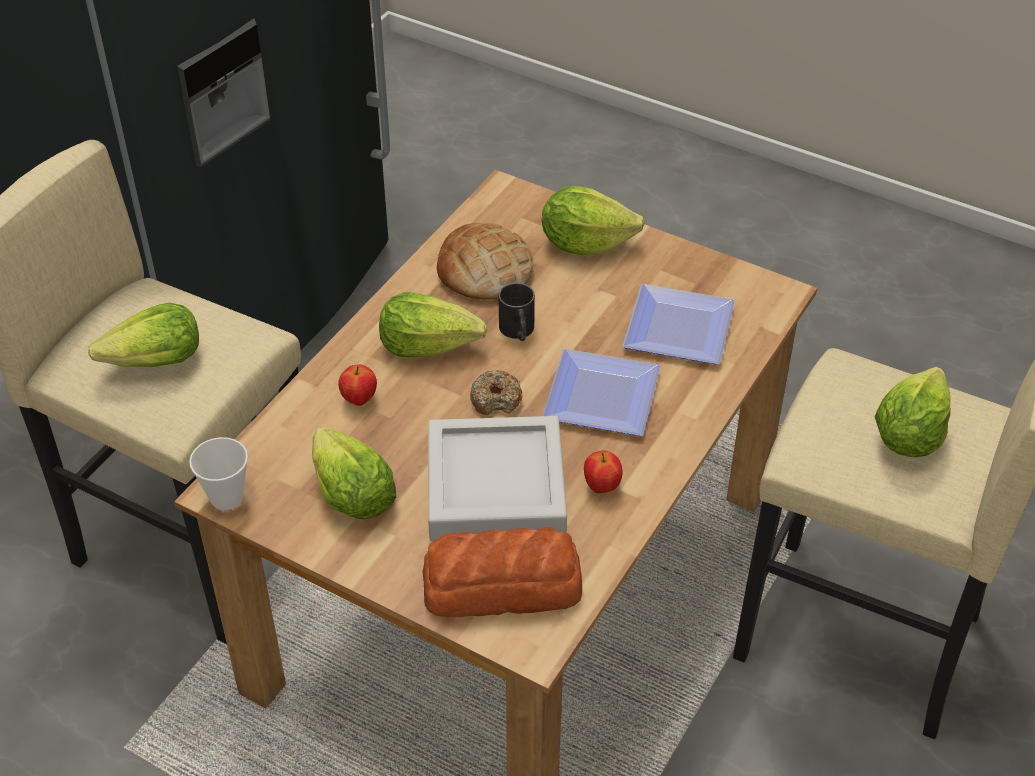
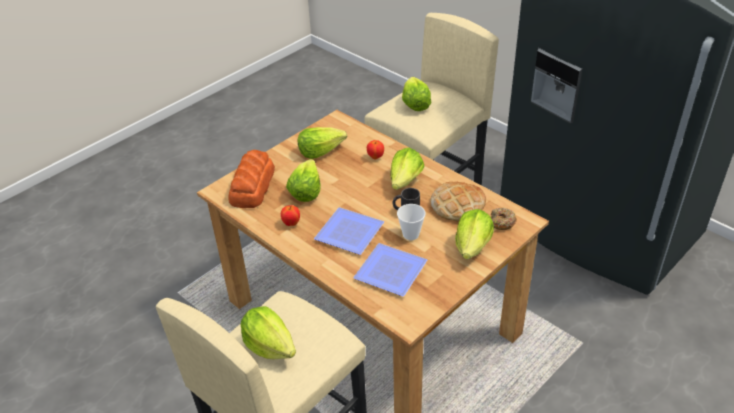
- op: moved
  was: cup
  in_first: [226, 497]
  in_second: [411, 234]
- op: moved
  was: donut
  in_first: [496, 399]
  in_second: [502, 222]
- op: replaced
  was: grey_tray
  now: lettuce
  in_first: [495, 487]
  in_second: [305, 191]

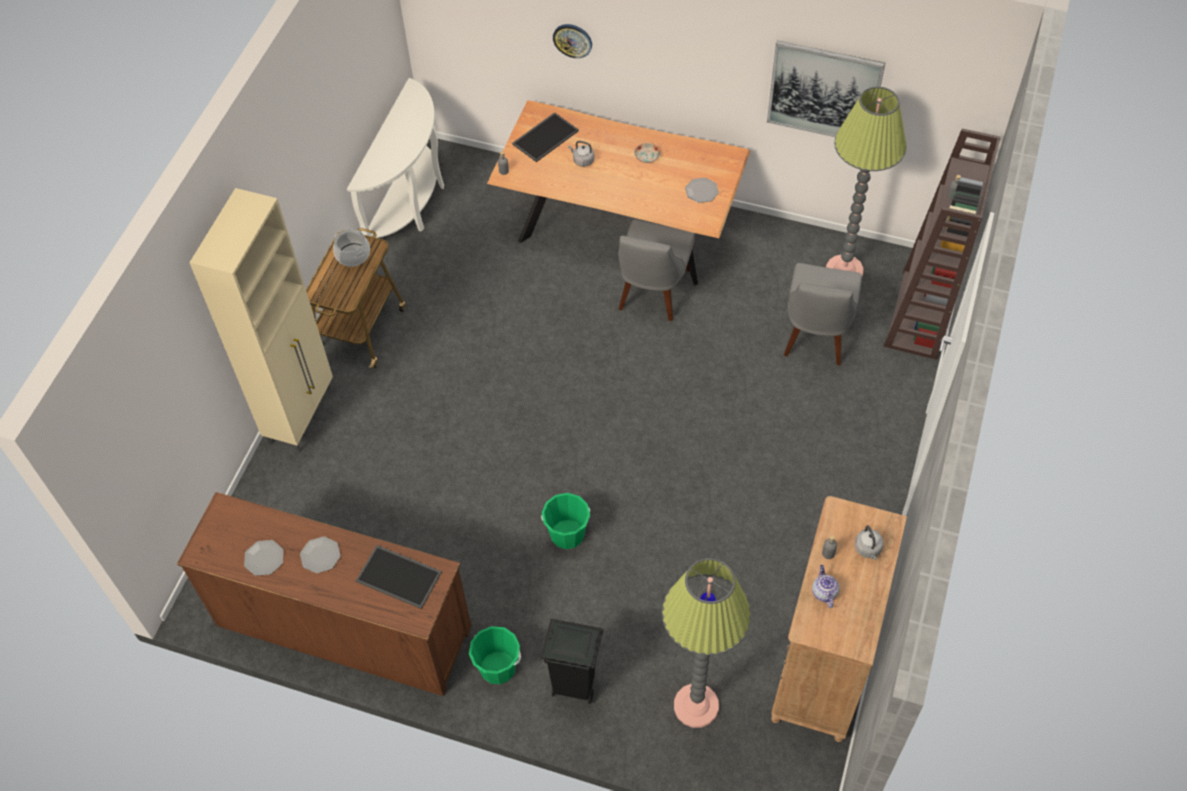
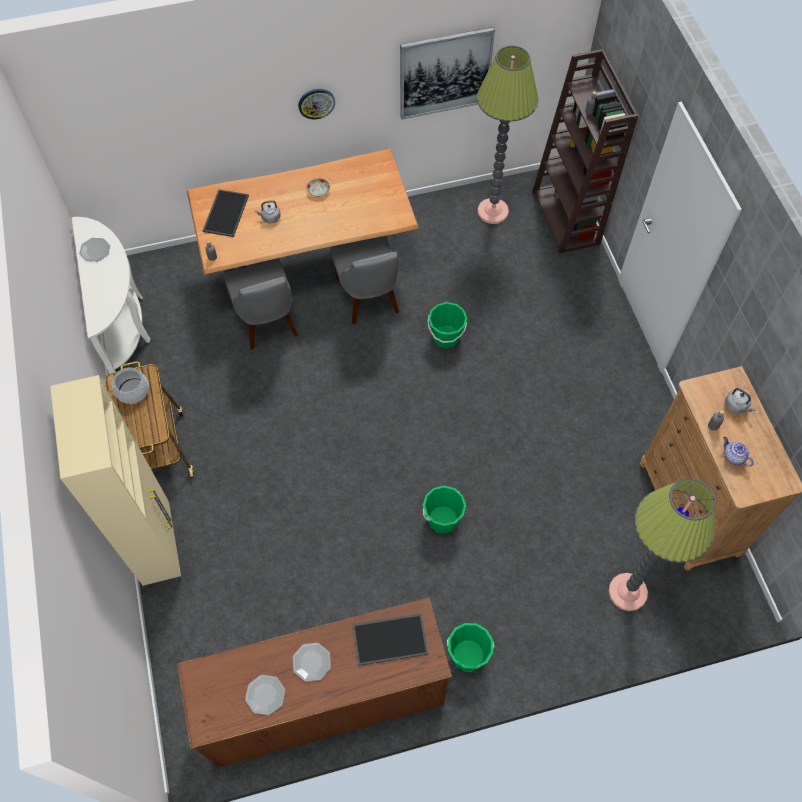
- op: removed
  was: black_trash_can
  in_first: [574, 685]
- op: added
  now: green_bucket
  in_second: [446, 337]
- op: moved
  was: wall_clock
  in_first: [572, 40]
  in_second: [316, 103]
- op: moved
  was: plate
  in_first: [701, 191]
  in_second: [95, 250]
- op: moved
  was: grey_chair
  in_first: [816, 336]
  in_second: [267, 322]

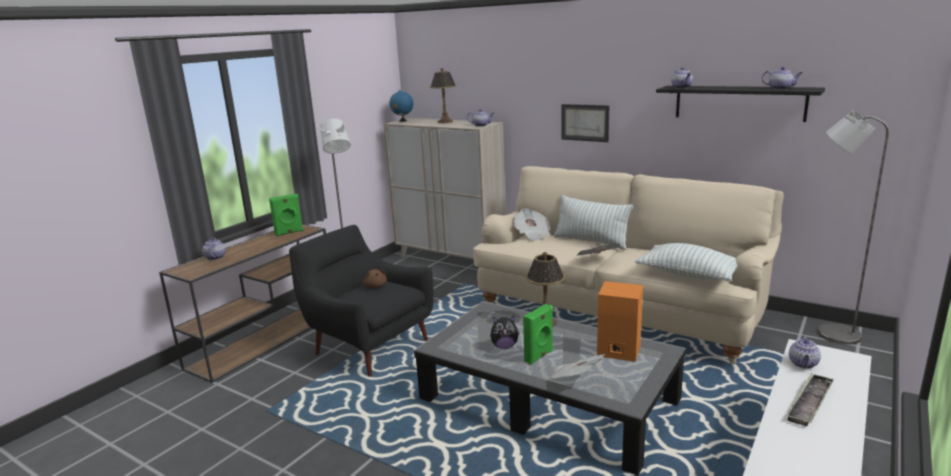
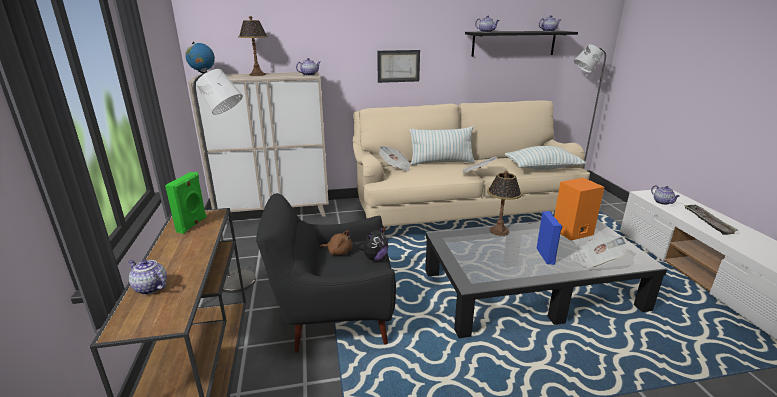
- op: moved
  was: plush_toy
  in_first: [504, 346]
  in_second: [374, 258]
- op: recoloured
  was: green_speaker
  now: blue_speaker
  in_first: [539, 356]
  in_second: [546, 256]

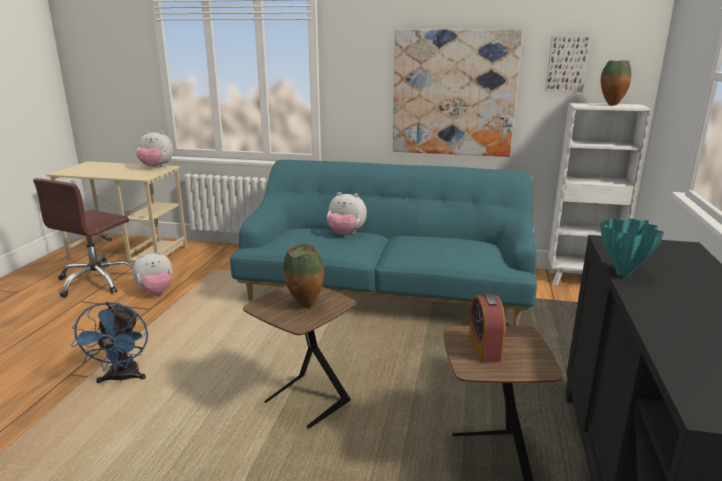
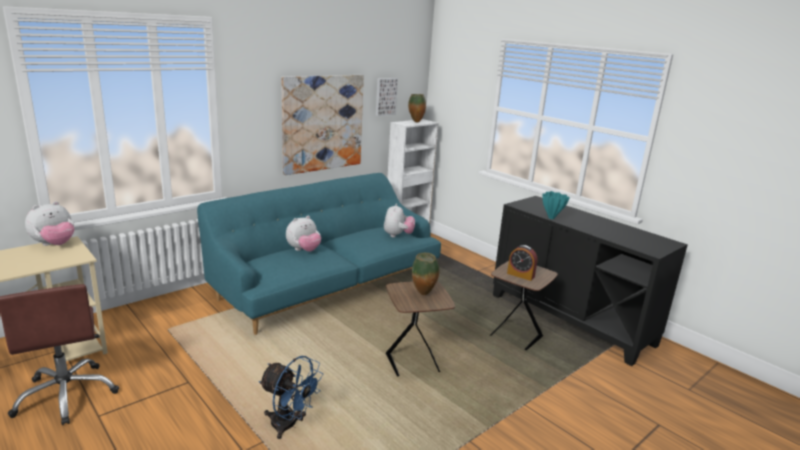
- op: moved
  was: plush_toy
  in_first: [156, 291]
  in_second: [398, 235]

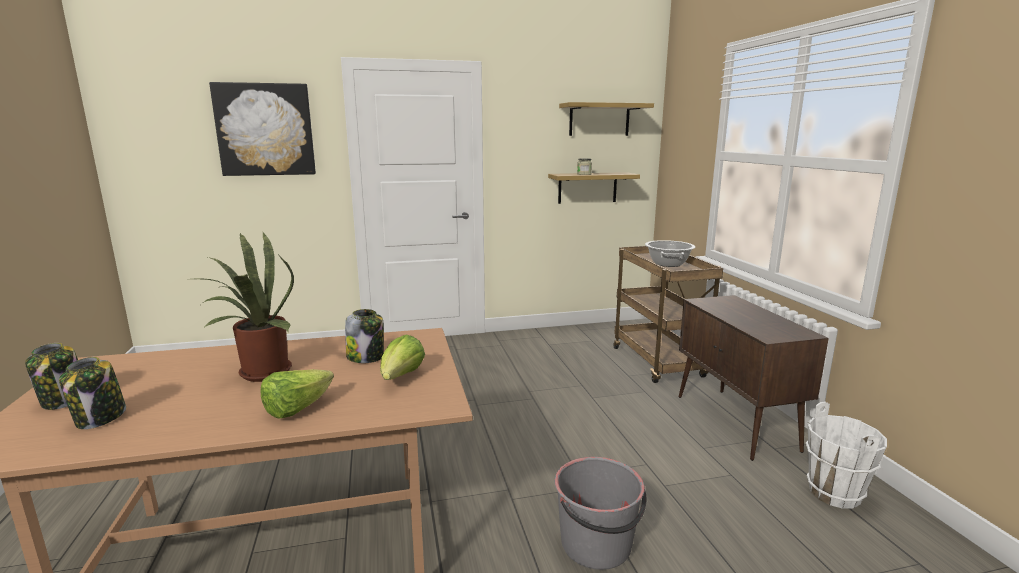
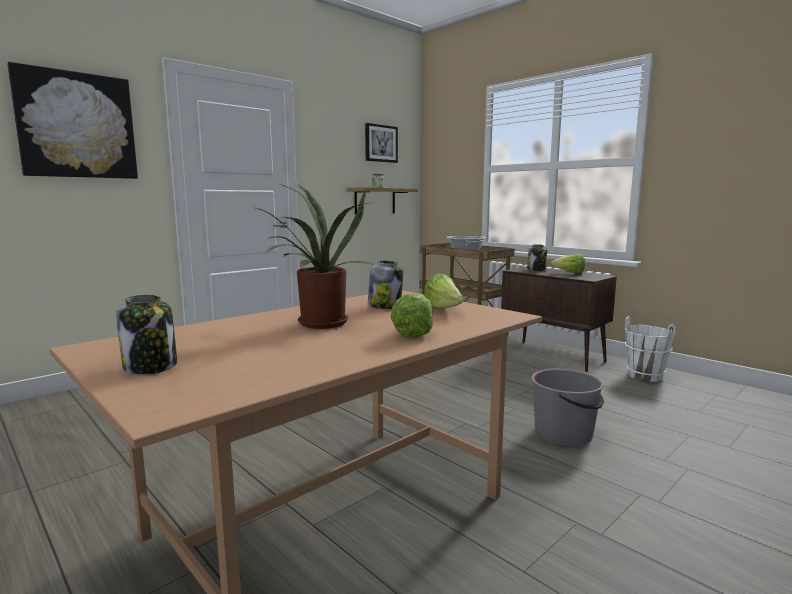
- op: added
  now: lettuce
  in_second: [570, 273]
- op: moved
  was: jar
  in_first: [100, 418]
  in_second: [536, 270]
- op: replaced
  was: shelf
  now: picture
  in_first: [599, 120]
  in_second: [380, 143]

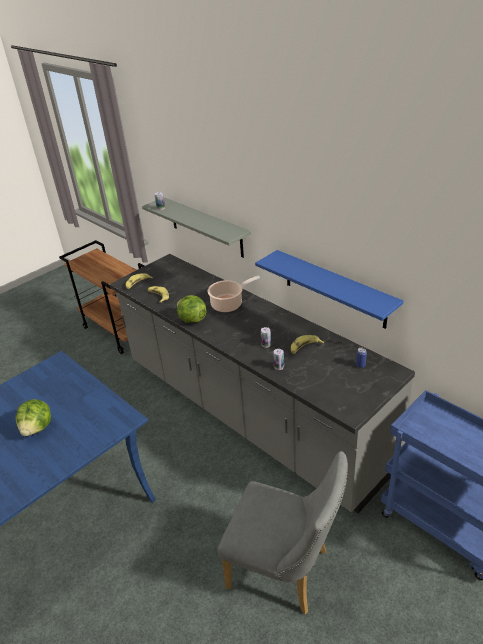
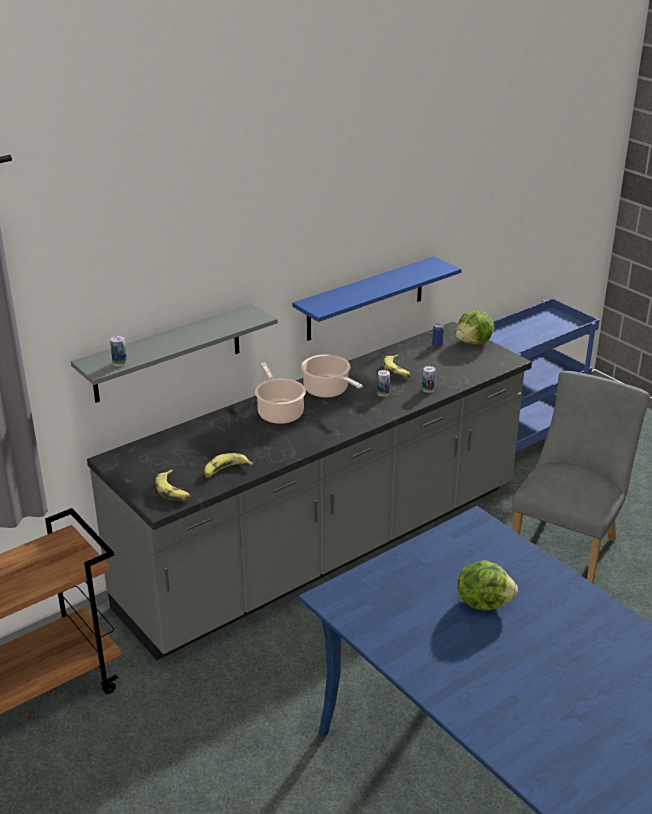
- op: added
  now: cooking_pot
  in_second: [328, 390]
- op: moved
  was: lettuce
  in_first: [192, 320]
  in_second: [474, 343]

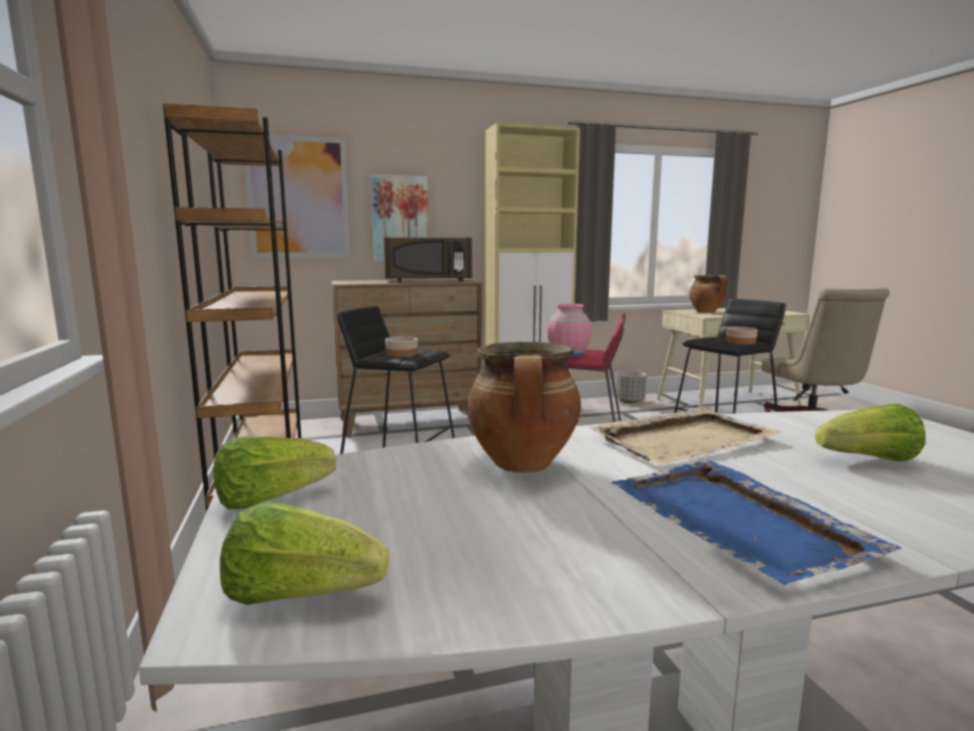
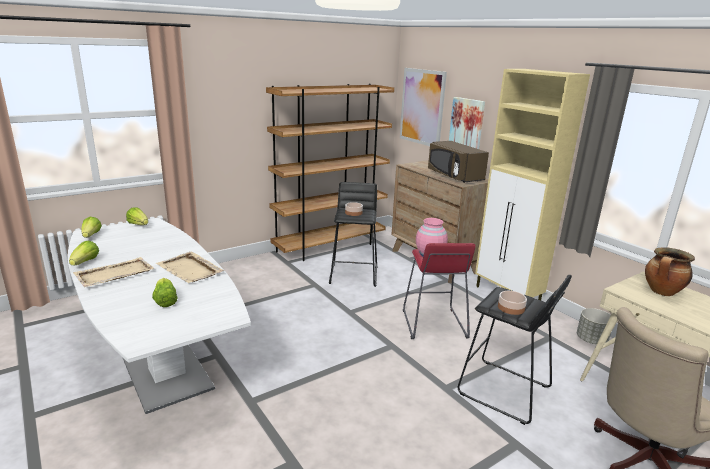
- op: removed
  was: cooking_pot
  in_first: [524, 465]
- op: added
  now: lettuce
  in_second: [85, 262]
- op: recoloured
  was: blue_tray
  now: beige_tray
  in_first: [738, 523]
  in_second: [114, 274]

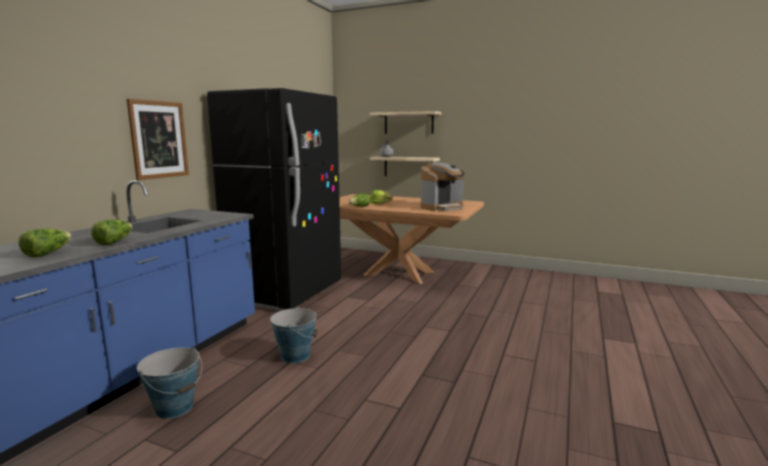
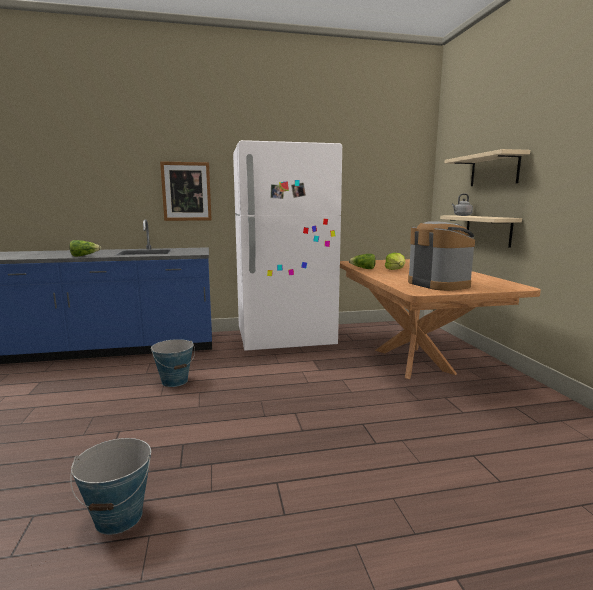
- op: removed
  was: lettuce
  in_first: [47, 253]
- op: moved
  was: bucket
  in_first: [174, 407]
  in_second: [119, 517]
- op: recoloured
  was: black_fridge
  now: white_fridge
  in_first: [286, 292]
  in_second: [285, 339]
- op: turned
  was: coffee_machine
  in_first: [442, 207]
  in_second: [438, 284]
  clockwise: -135

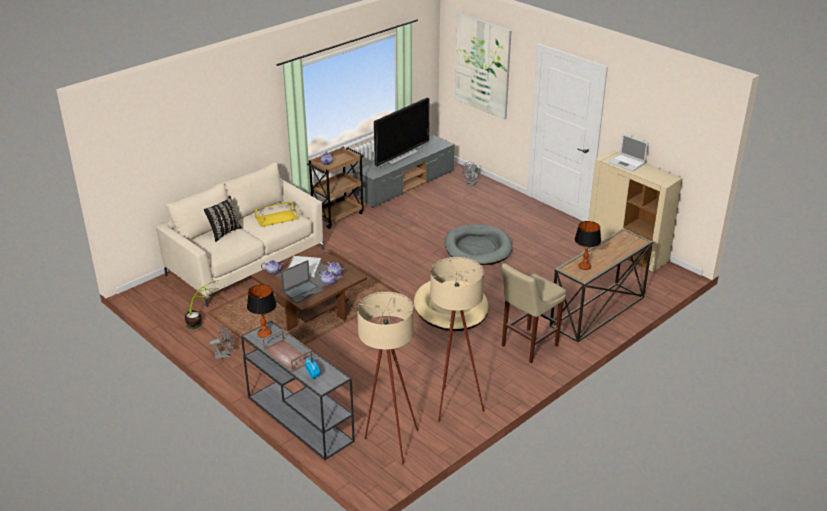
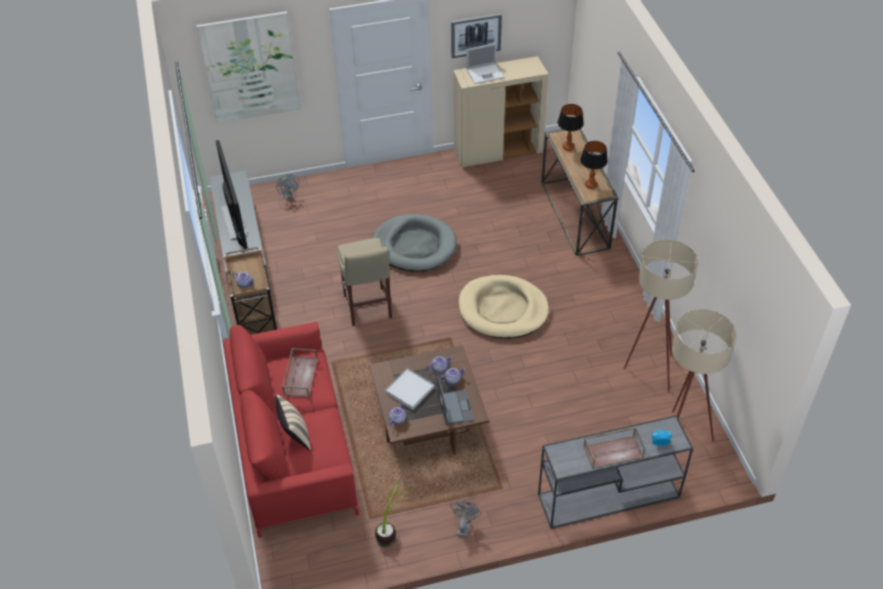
- op: added
  now: picture
  in_second: [476, 35]
- op: moved
  was: table_lamp
  in_first: [264, 334]
  in_second: [568, 147]
- op: moved
  was: beige_stool
  in_first: [527, 346]
  in_second: [368, 308]
- op: recoloured
  was: beige_sofa
  now: red_sofa
  in_first: [246, 263]
  in_second: [293, 448]
- op: recoloured
  was: black_pillow
  now: beige_pillow
  in_first: [224, 232]
  in_second: [295, 435]
- op: recoloured
  was: yellow_tray
  now: brown_tray
  in_first: [276, 218]
  in_second: [300, 376]

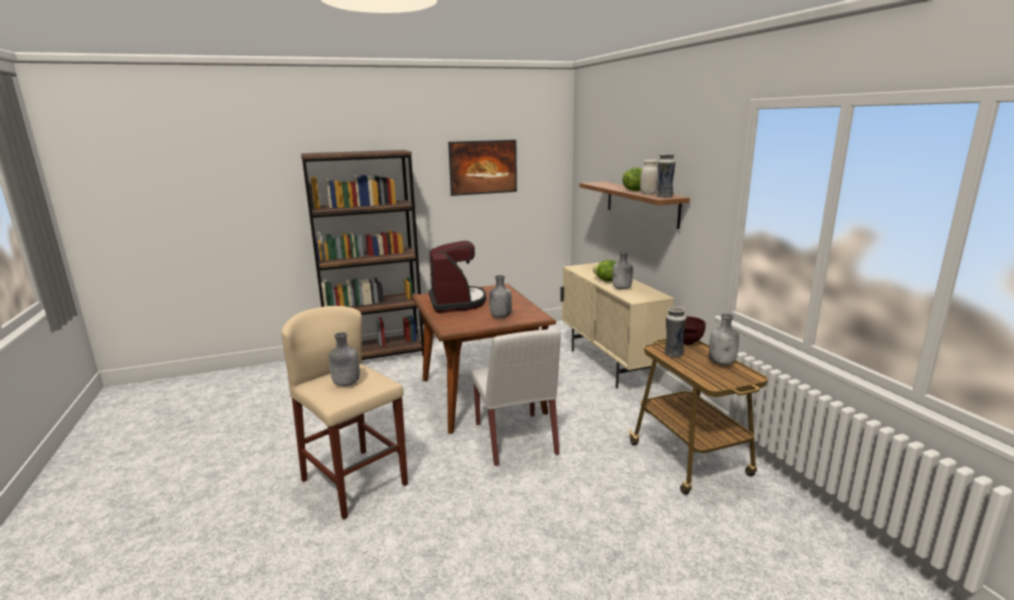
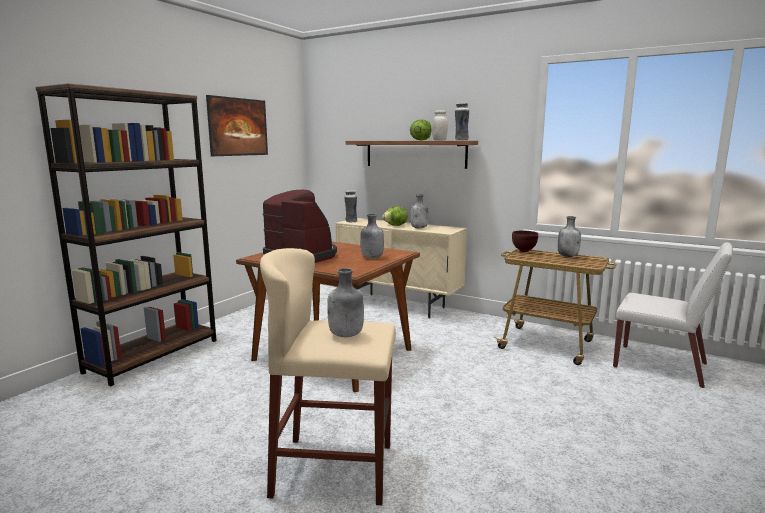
- op: moved
  was: white_chair
  in_first: [516, 439]
  in_second: [661, 366]
- op: moved
  was: vase
  in_first: [673, 354]
  in_second: [351, 221]

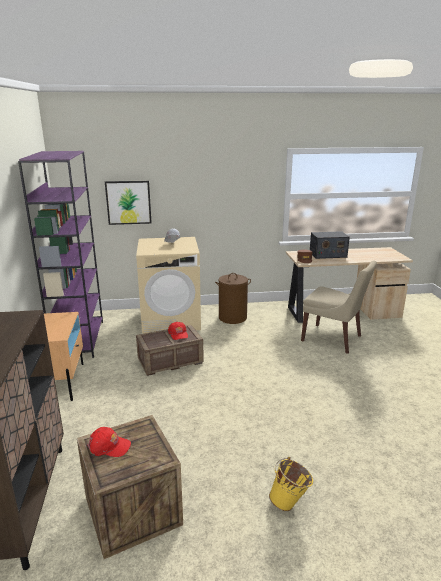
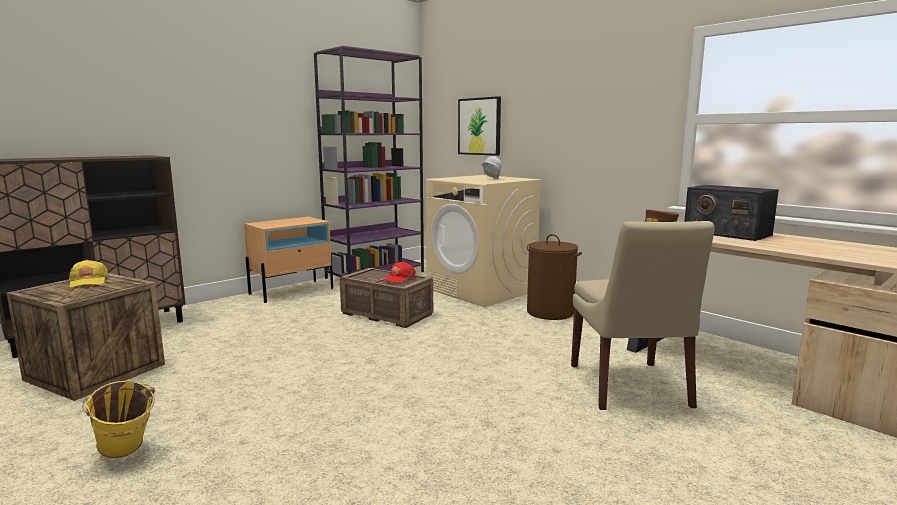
- op: recoloured
  was: red_cap
  now: yellow_cap
  in_first: [109, 446]
  in_second: [88, 281]

